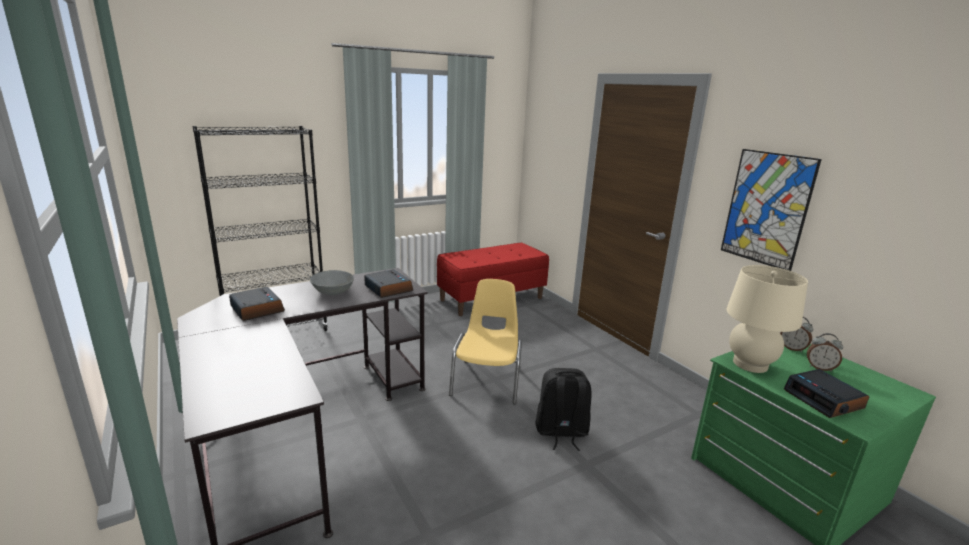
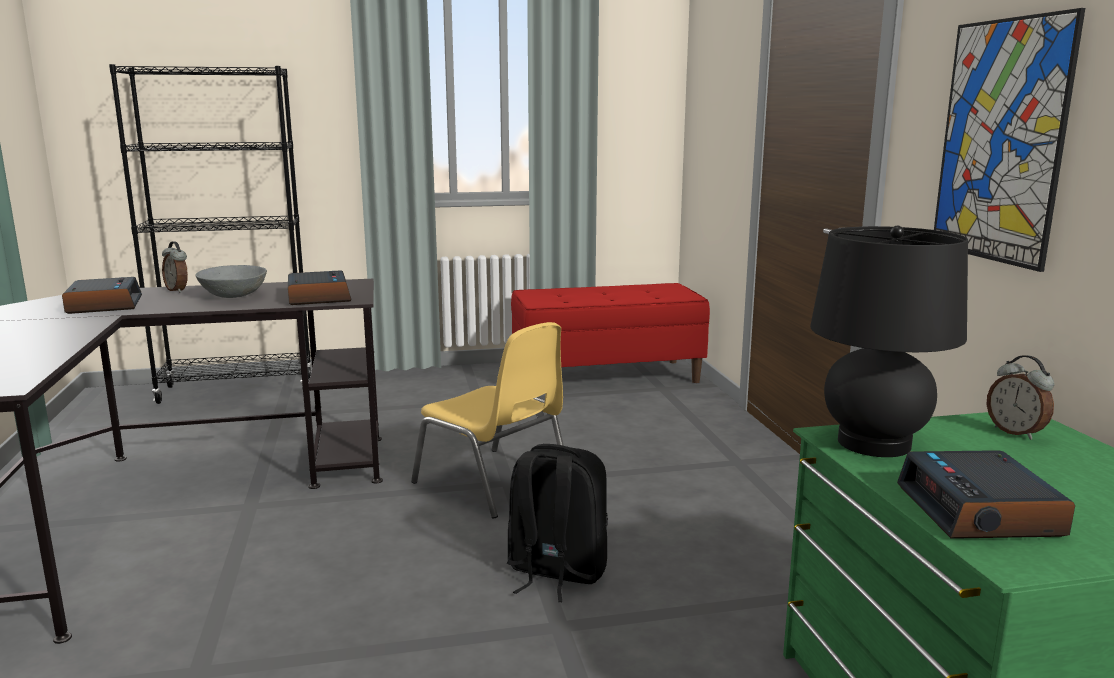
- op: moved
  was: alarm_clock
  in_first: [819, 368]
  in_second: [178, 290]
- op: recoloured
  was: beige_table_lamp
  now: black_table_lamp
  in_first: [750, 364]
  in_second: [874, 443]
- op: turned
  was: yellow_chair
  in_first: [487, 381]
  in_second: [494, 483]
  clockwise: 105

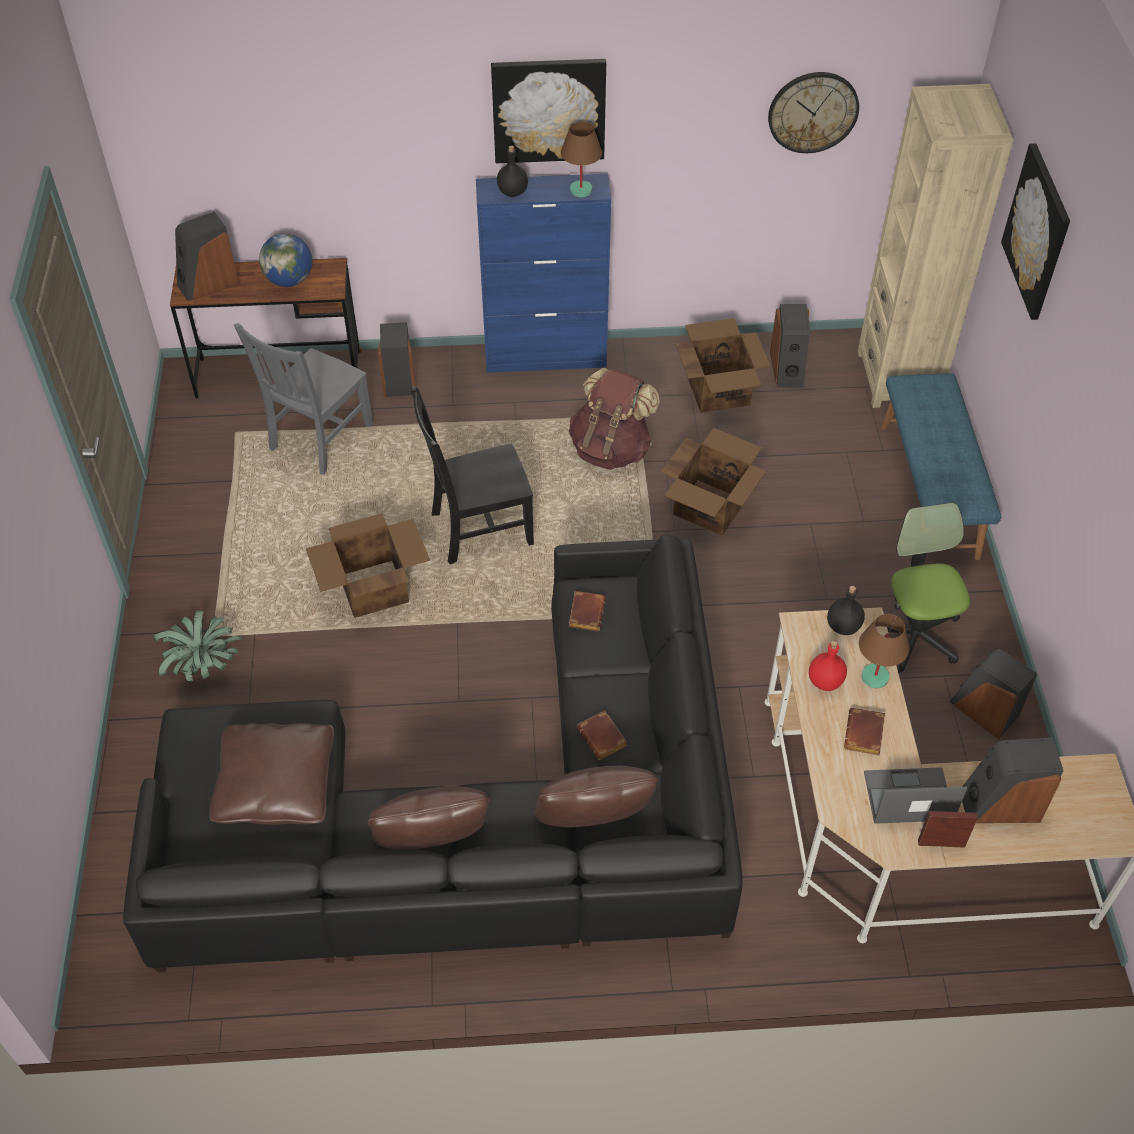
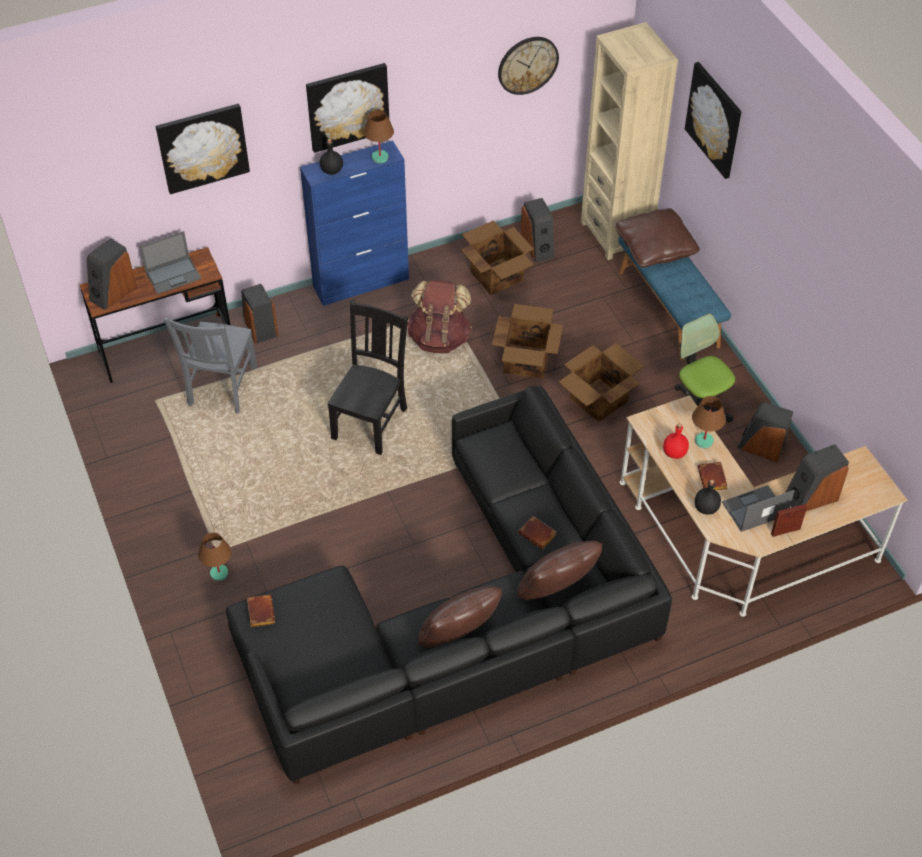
- op: added
  now: picture
  in_second: [203, 147]
- op: moved
  was: brown_pillow
  in_first: [276, 785]
  in_second: [655, 247]
- op: moved
  was: cardboard_box
  in_first: [372, 589]
  in_second: [597, 400]
- op: moved
  was: brown_book
  in_first: [585, 613]
  in_second: [260, 612]
- op: moved
  was: black_bottle
  in_first: [842, 627]
  in_second: [705, 508]
- op: replaced
  was: potted_plant
  now: brown_table_lamp
  in_first: [203, 664]
  in_second: [219, 573]
- op: replaced
  was: globe
  now: laptop
  in_first: [289, 280]
  in_second: [174, 275]
- op: turned
  was: black_chair
  in_first: [478, 529]
  in_second: [371, 421]
  clockwise: 150

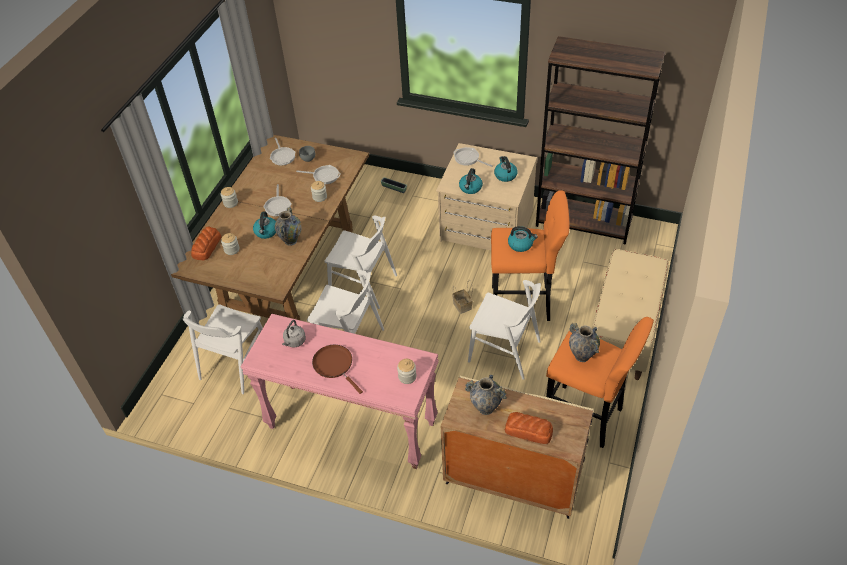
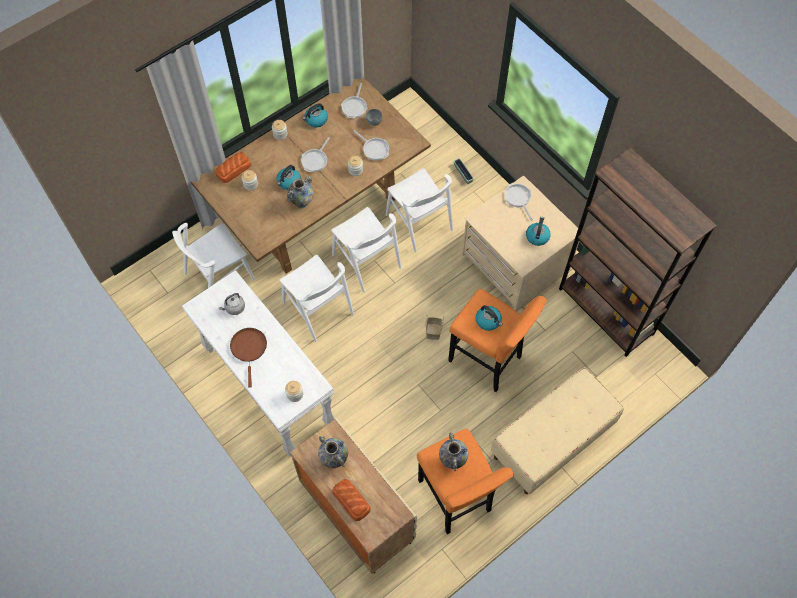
- op: moved
  was: kettle
  in_first: [470, 188]
  in_second: [316, 120]
- op: moved
  was: white_chair
  in_first: [504, 351]
  in_second: [419, 222]
- op: recoloured
  was: pink_console_table
  now: white_console_table
  in_first: [350, 426]
  in_second: [268, 387]

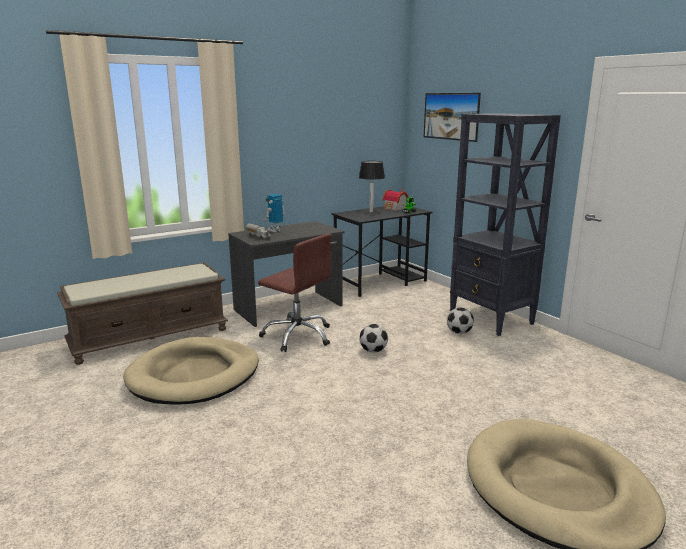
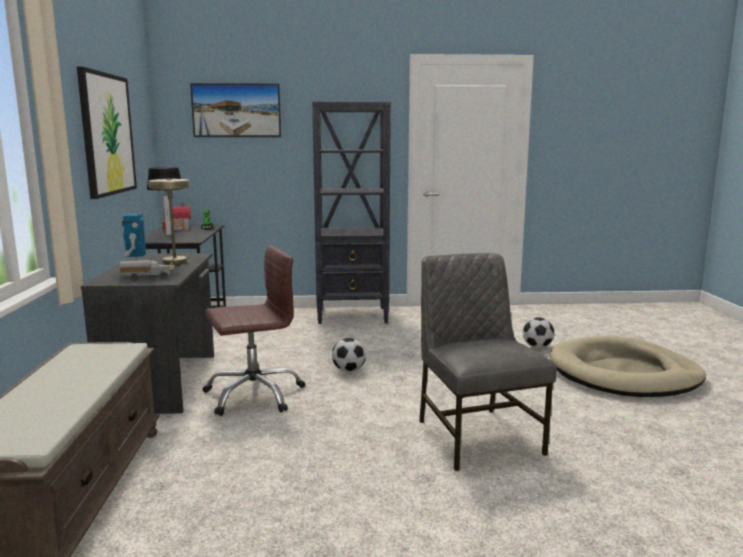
- op: removed
  was: beige_dog_bed
  in_first: [194, 375]
- op: added
  now: picture
  in_second: [107, 134]
- op: added
  now: beige_table_lamp
  in_second: [174, 263]
- op: added
  now: grey_chair
  in_second: [477, 436]
- op: moved
  was: football
  in_first: [459, 333]
  in_second: [537, 347]

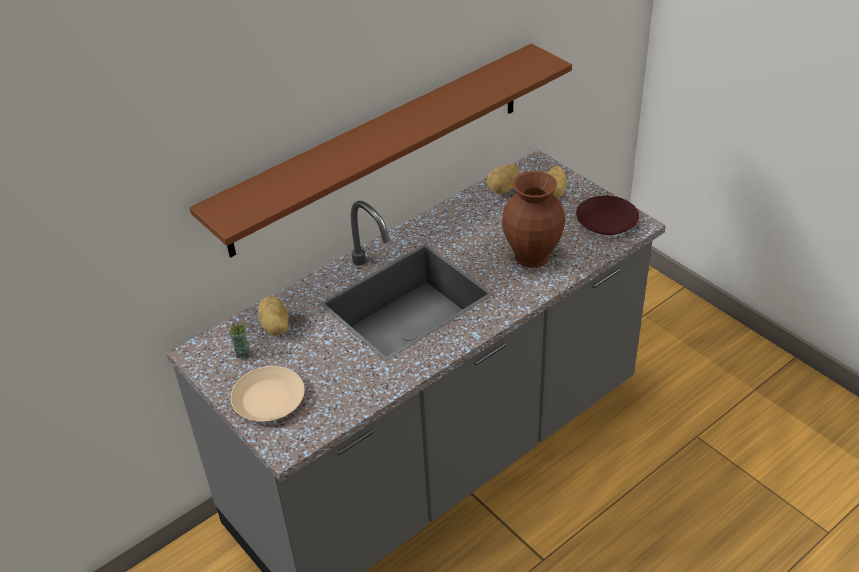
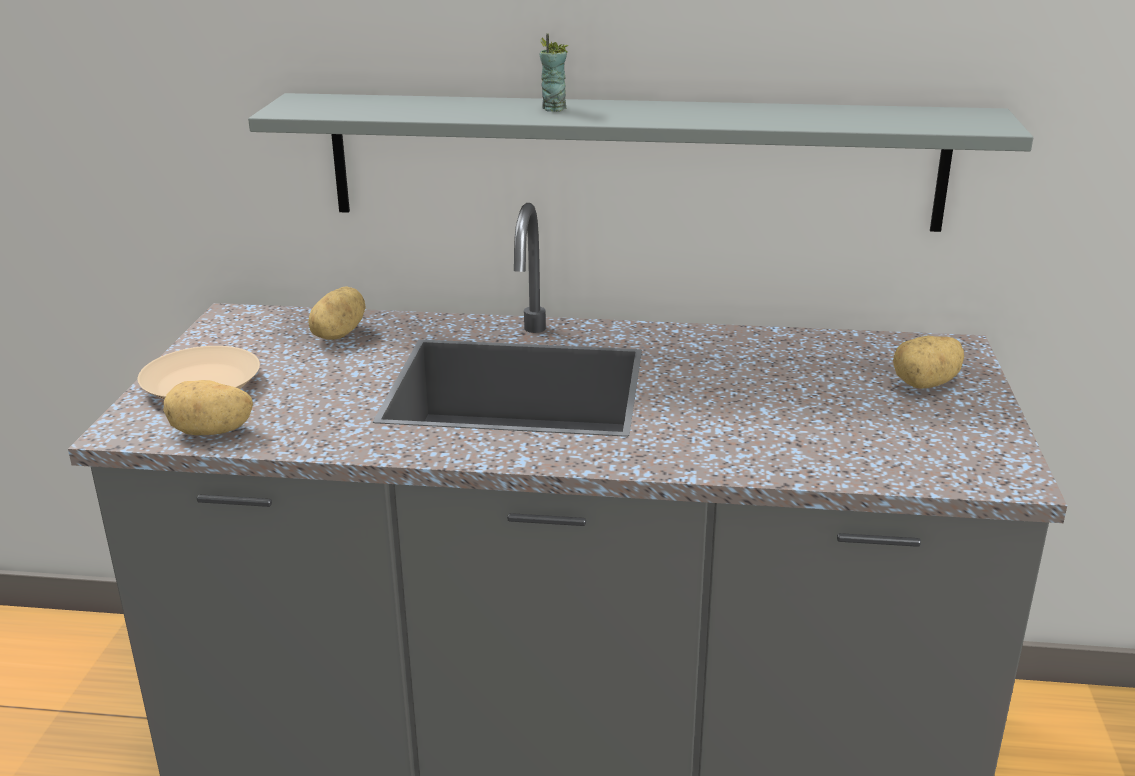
- op: removed
  was: brown_vase
  in_first: [533, 255]
- op: removed
  was: brown_plate
  in_first: [606, 220]
- op: moved
  was: cup
  in_first: [242, 354]
  in_second: [553, 108]
- op: moved
  was: potato
  in_first: [504, 189]
  in_second: [211, 432]
- op: recoloured
  was: brown_shelf
  now: grey_shelf
  in_first: [379, 148]
  in_second: [633, 161]

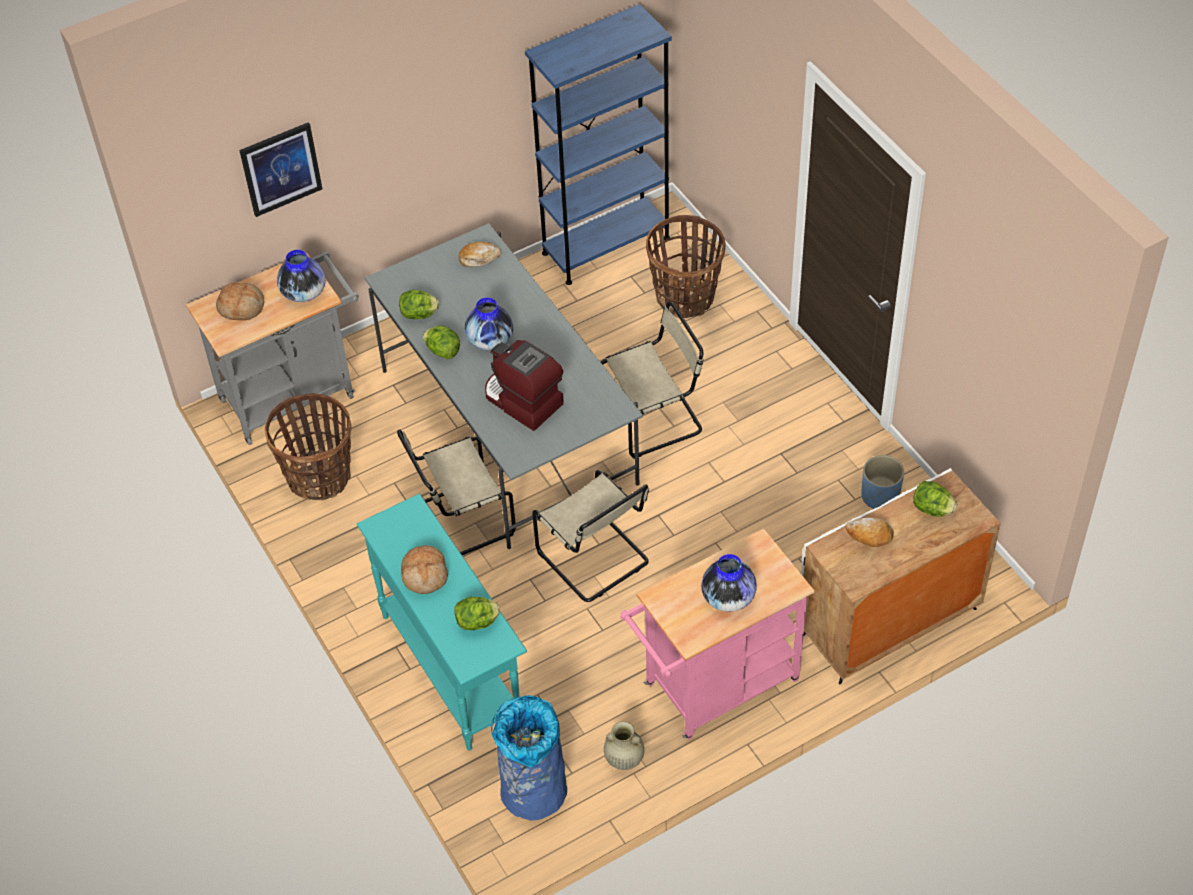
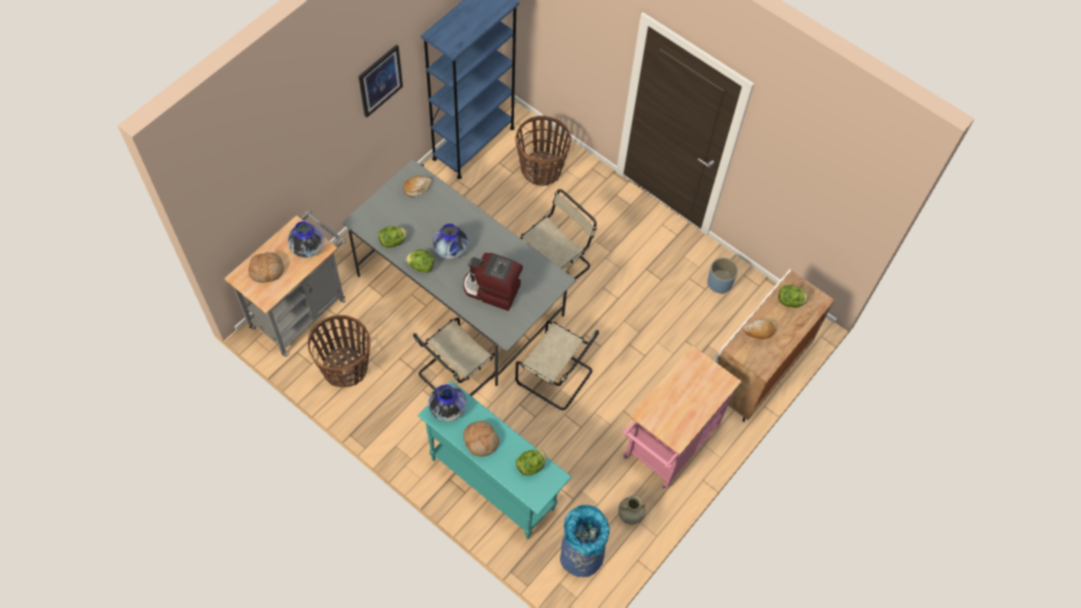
- op: moved
  was: picture
  in_first: [281, 169]
  in_second: [380, 80]
- op: moved
  was: vase
  in_first: [728, 597]
  in_second: [447, 408]

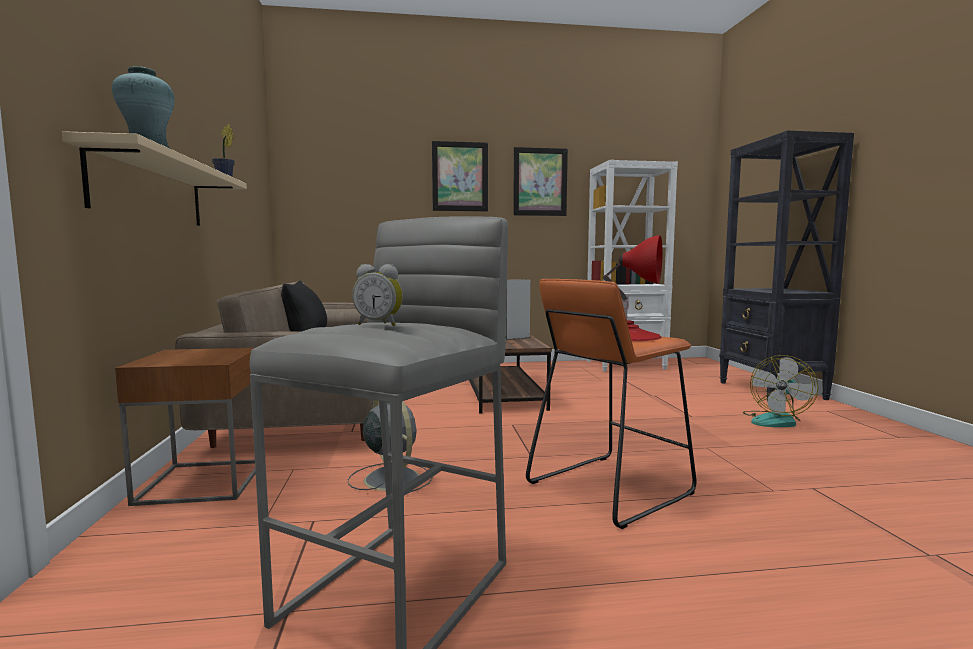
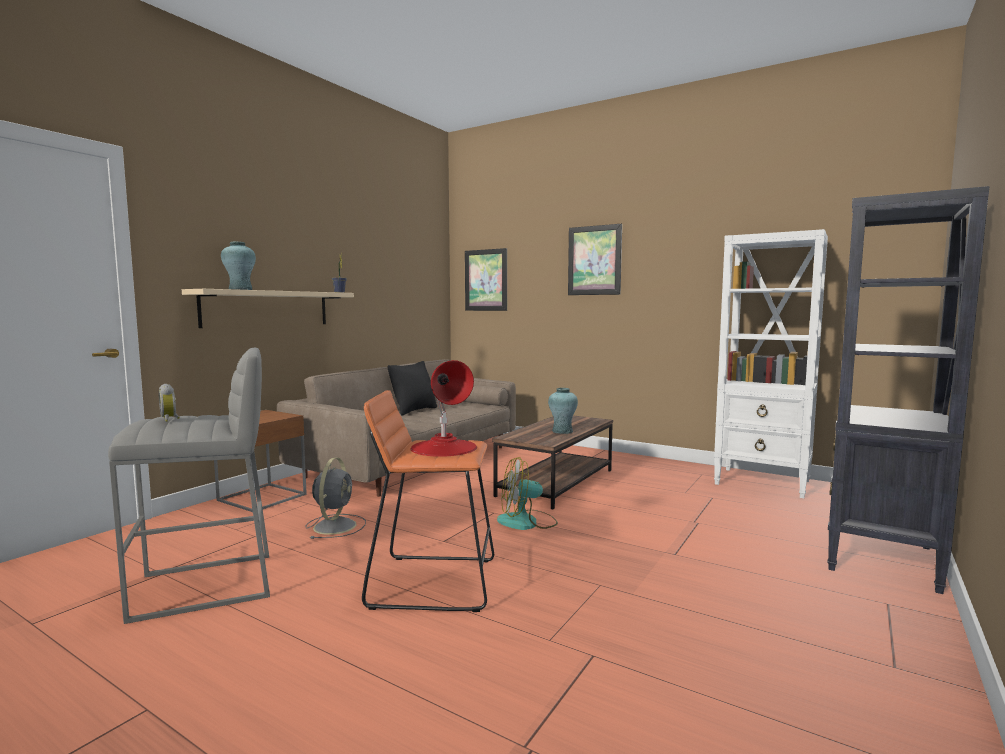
- op: moved
  was: picture
  in_first: [540, 182]
  in_second: [486, 280]
- op: moved
  was: fan
  in_first: [776, 420]
  in_second: [527, 522]
- op: replaced
  was: grey_speaker
  now: turquoise_vase
  in_first: [515, 338]
  in_second: [562, 431]

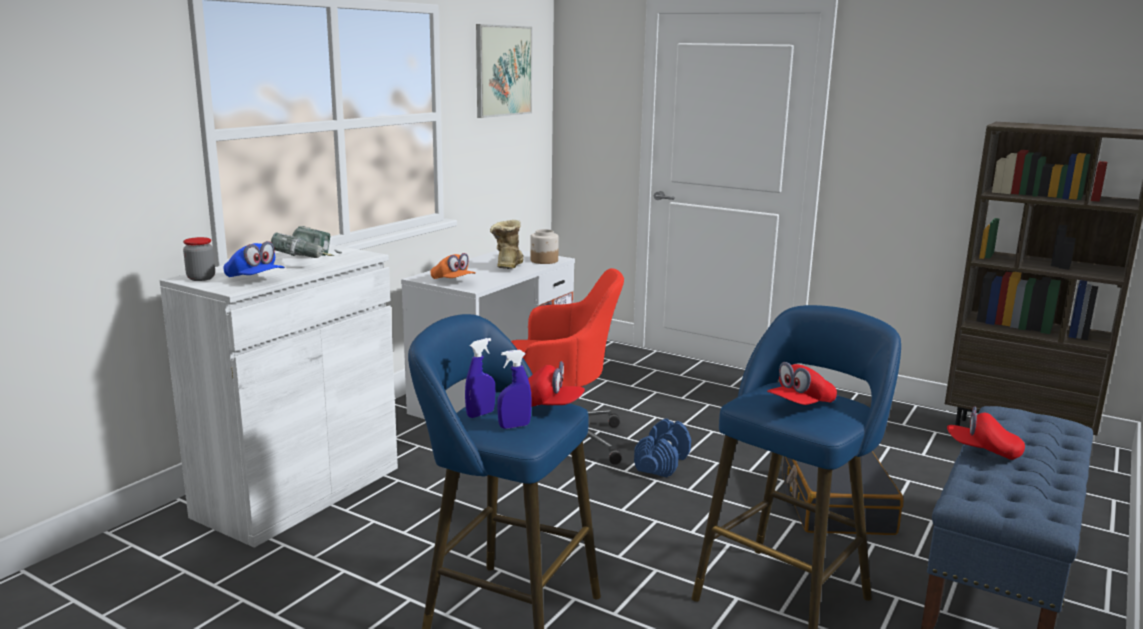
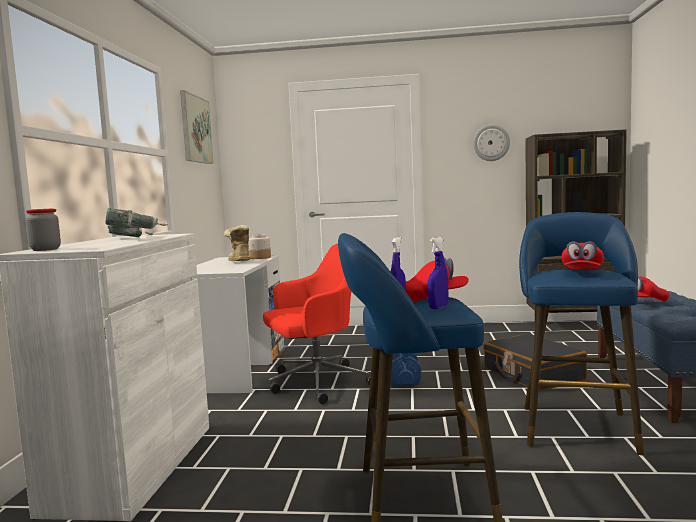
- op: removed
  was: blue_cap
  in_first: [255, 280]
- op: removed
  was: orange_cap
  in_first: [453, 281]
- op: added
  now: wall_clock
  in_second: [491, 143]

